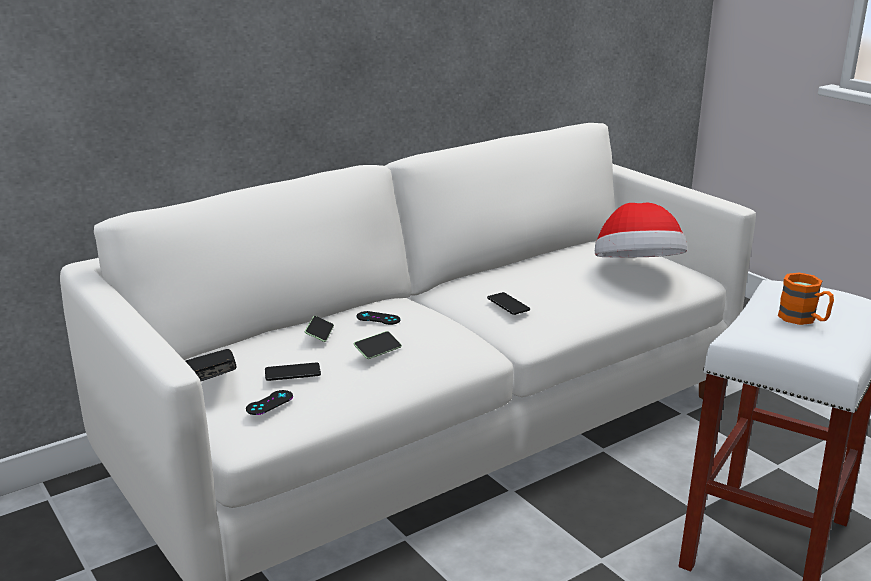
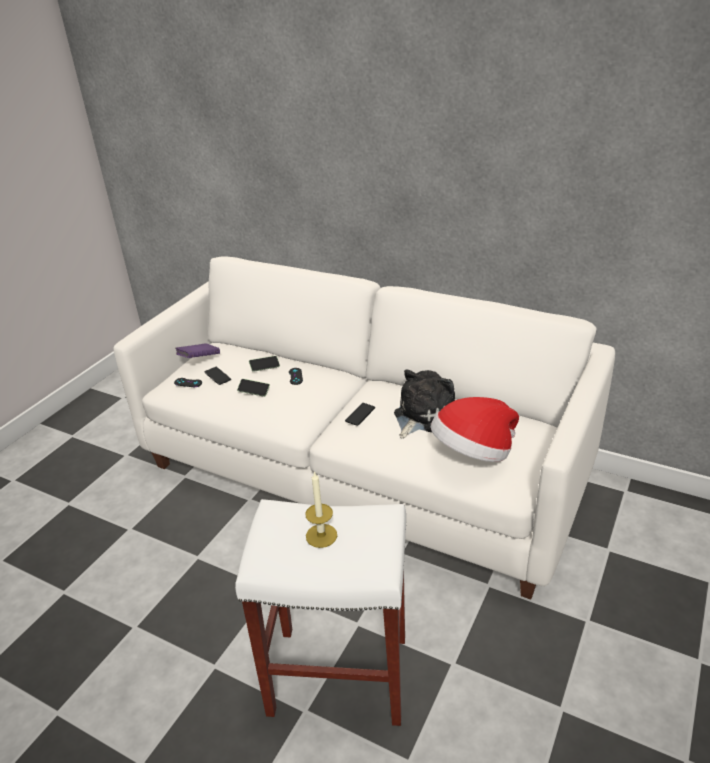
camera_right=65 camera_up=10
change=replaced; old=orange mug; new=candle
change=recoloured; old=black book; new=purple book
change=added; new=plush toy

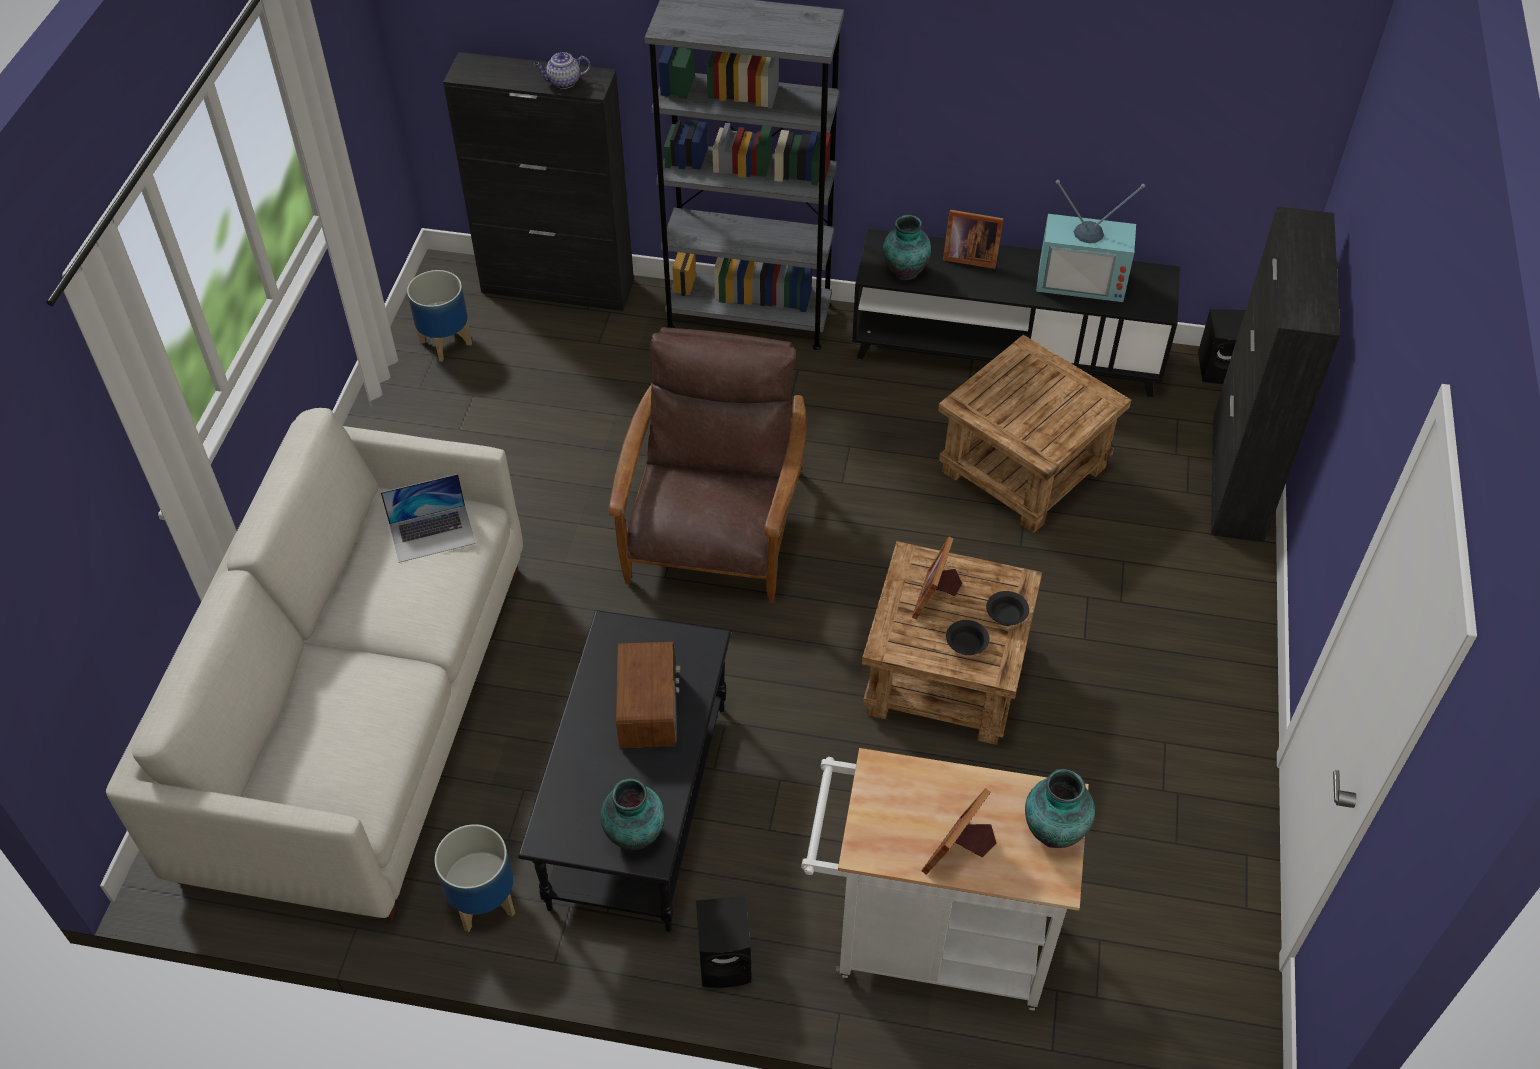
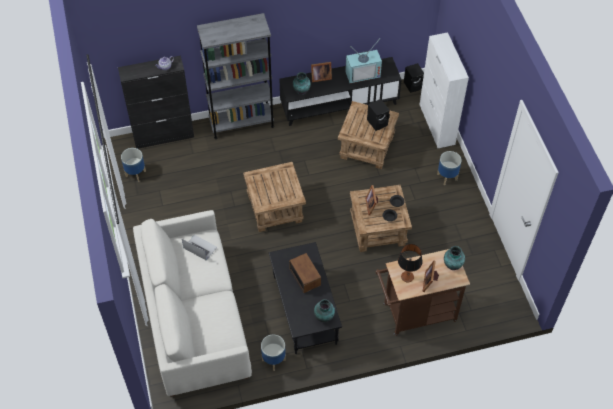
camera_right=-25 camera_up=5
change=recoloured; old=black cabinet (2nd from left); new=white cabinet
change=replaced; old=brown armchair; new=brown side table (1st from left)
change=turned; old=laptop; degrees=-105
change=recoloured; old=white cart; new=brown cart
change=moved; old=black speaker (1st from left)
change=added; new=planter (3rd from left)
change=added; new=table lamp

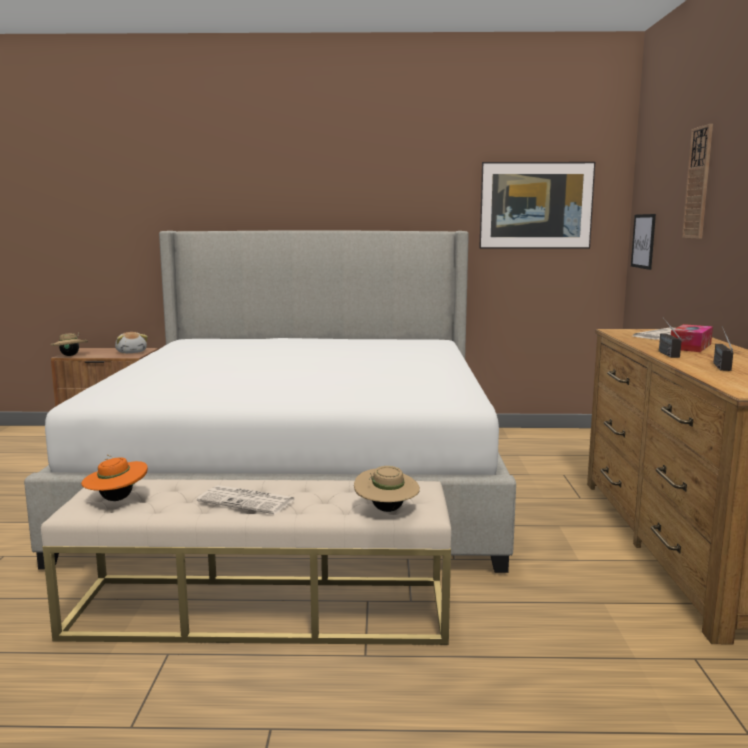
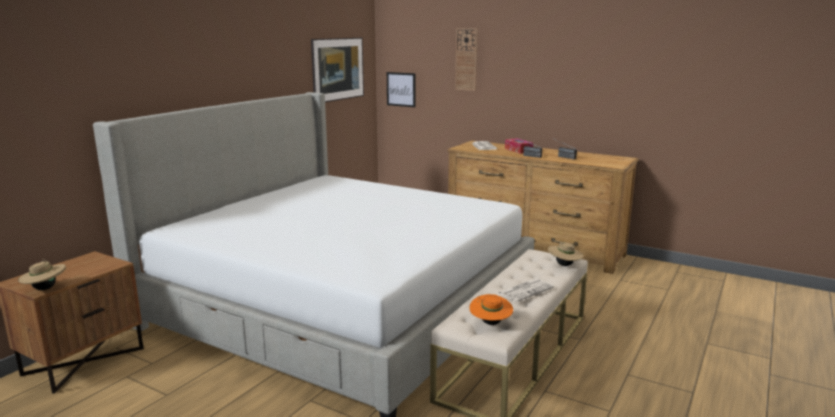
camera_right=-60 camera_up=5
change=removed; old=plush toy

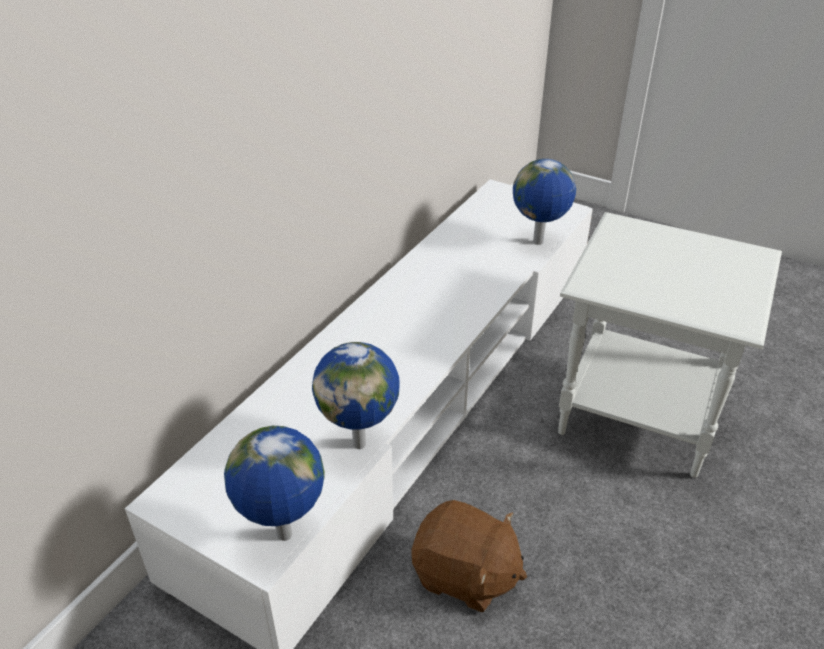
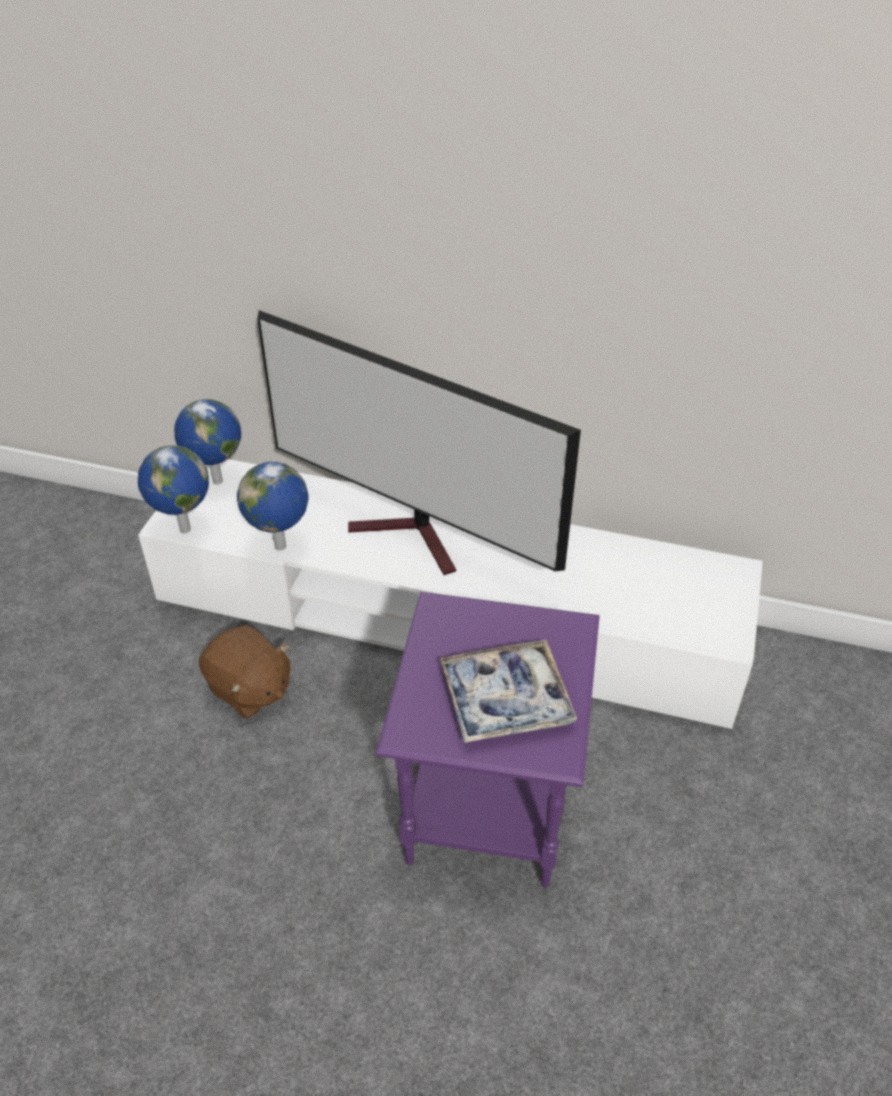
camera_right=75 camera_up=5
change=moved; old=globe (3rd from left in the first image); new=globe (2nd from left)
change=recoloured; old=white side table; new=purple side table
change=turned; old=brown plush toy; degrees=-60
change=added; new=television
change=added; new=tray

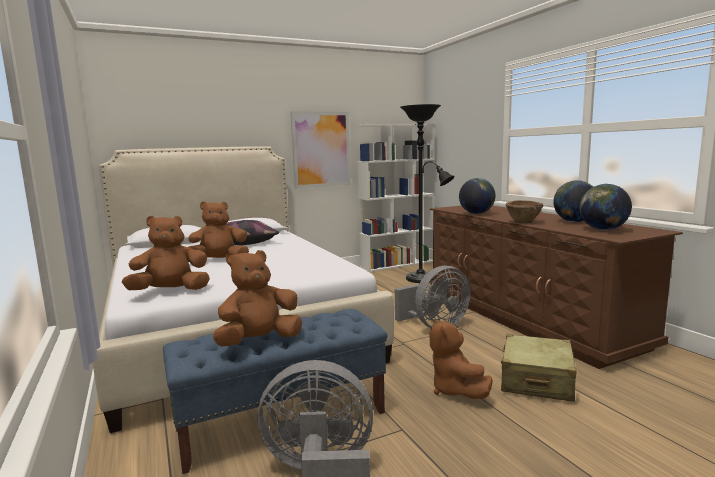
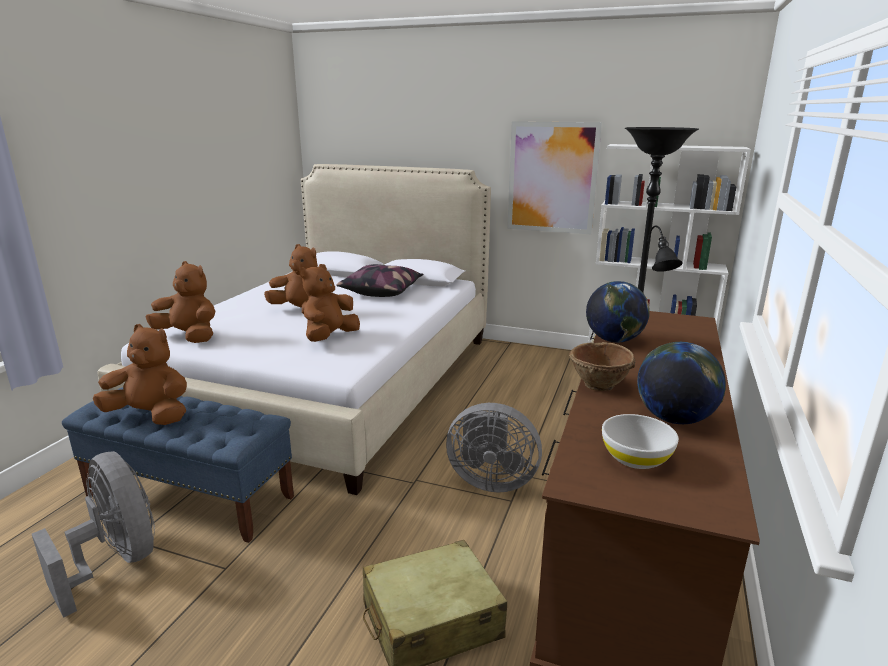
camera_right=45 camera_up=10
change=replaced; old=globe (3rd from left); new=white bowl
change=moved; old=brown plush toy (4th from left)

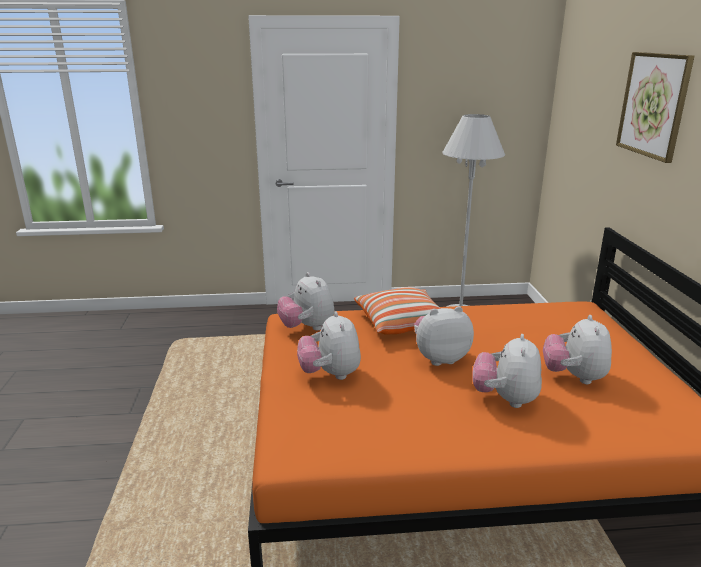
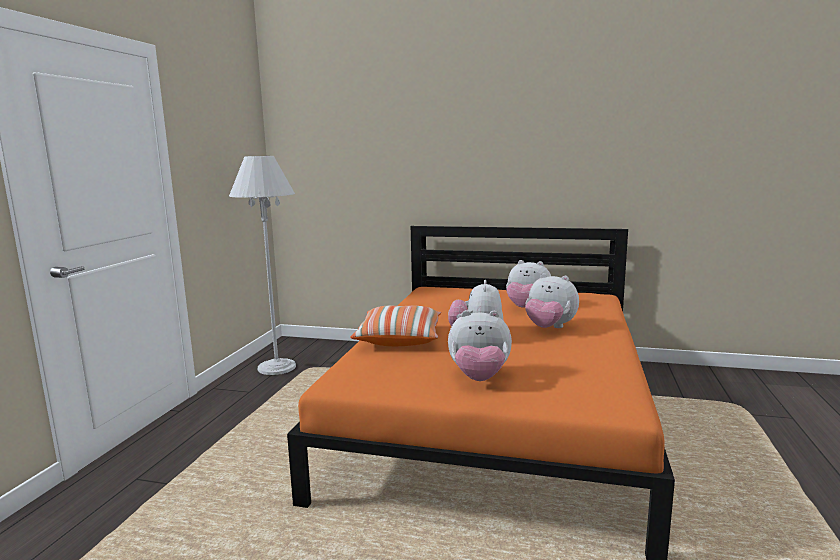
camera_right=-70 camera_up=-10
change=removed; old=picture
change=removed; old=plush toy (1st from left)

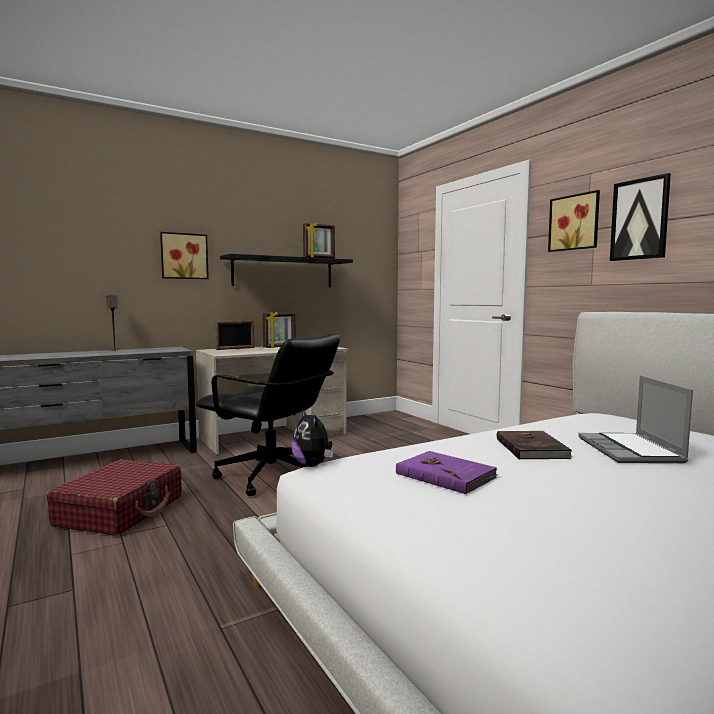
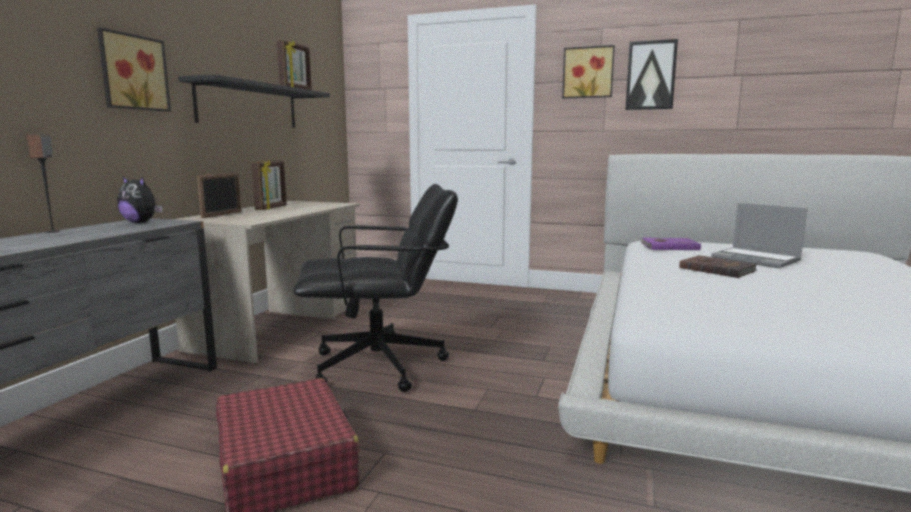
camera_right=-40 camera_up=5
change=moved; old=plush toy
change=moved; old=purple book

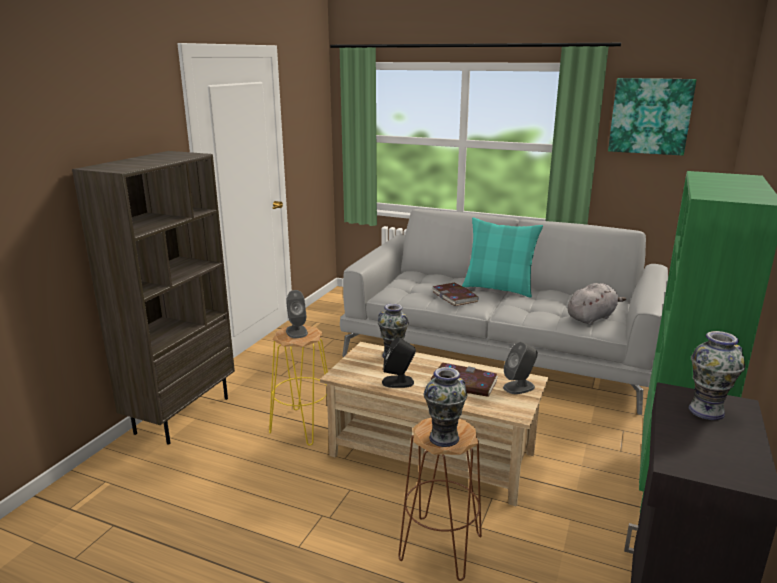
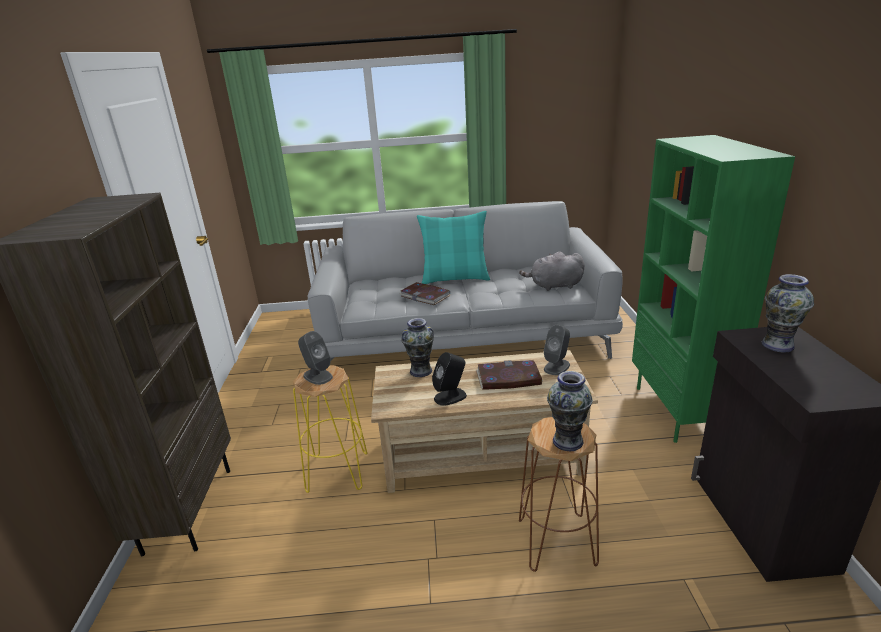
camera_right=-25 camera_up=5
change=removed; old=picture
change=turned; old=grey plush toy; degrees=-120

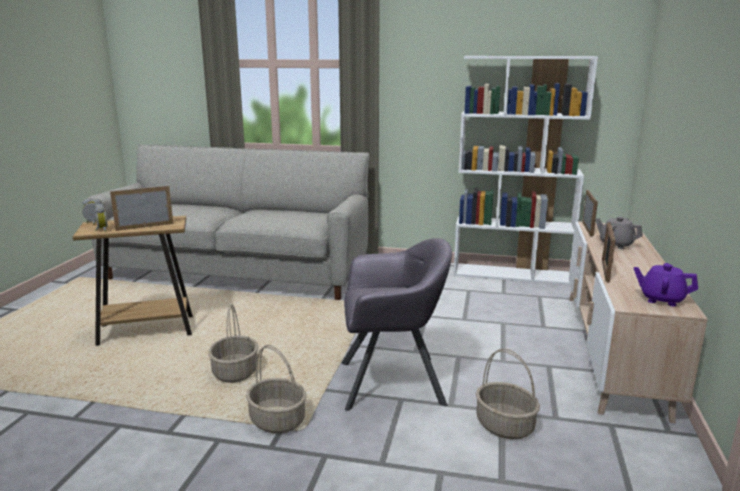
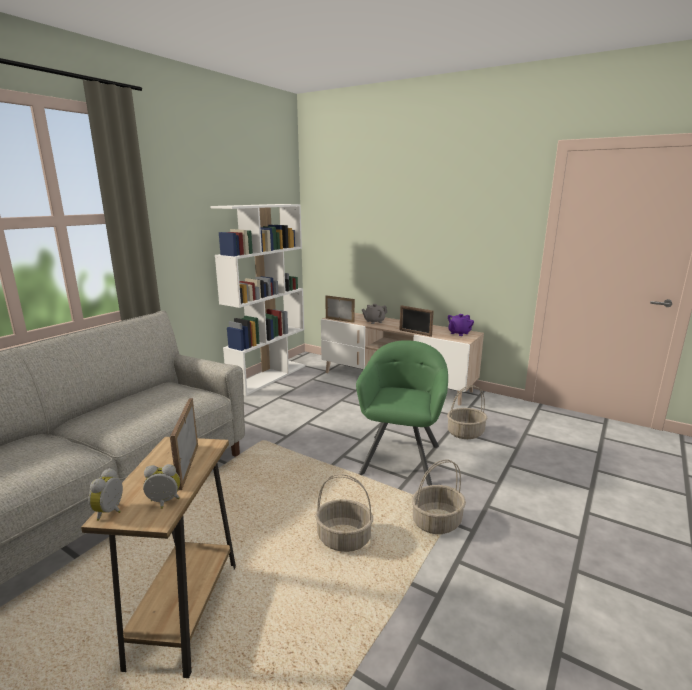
camera_right=-70 camera_up=0
change=recoloured; old=grey armchair; new=green armchair

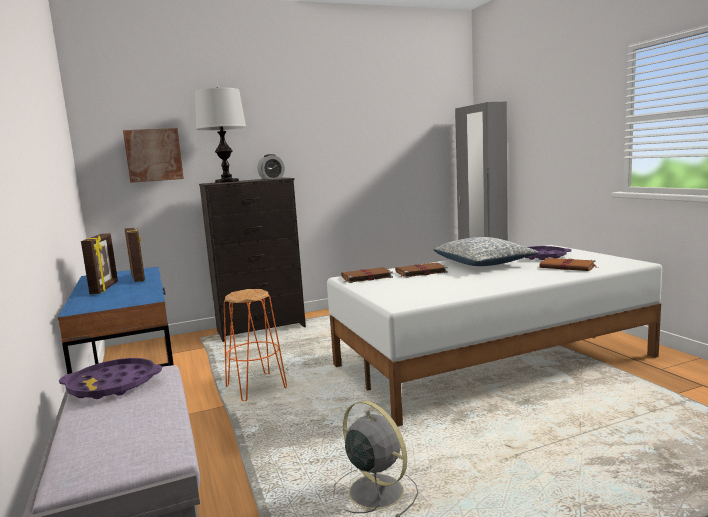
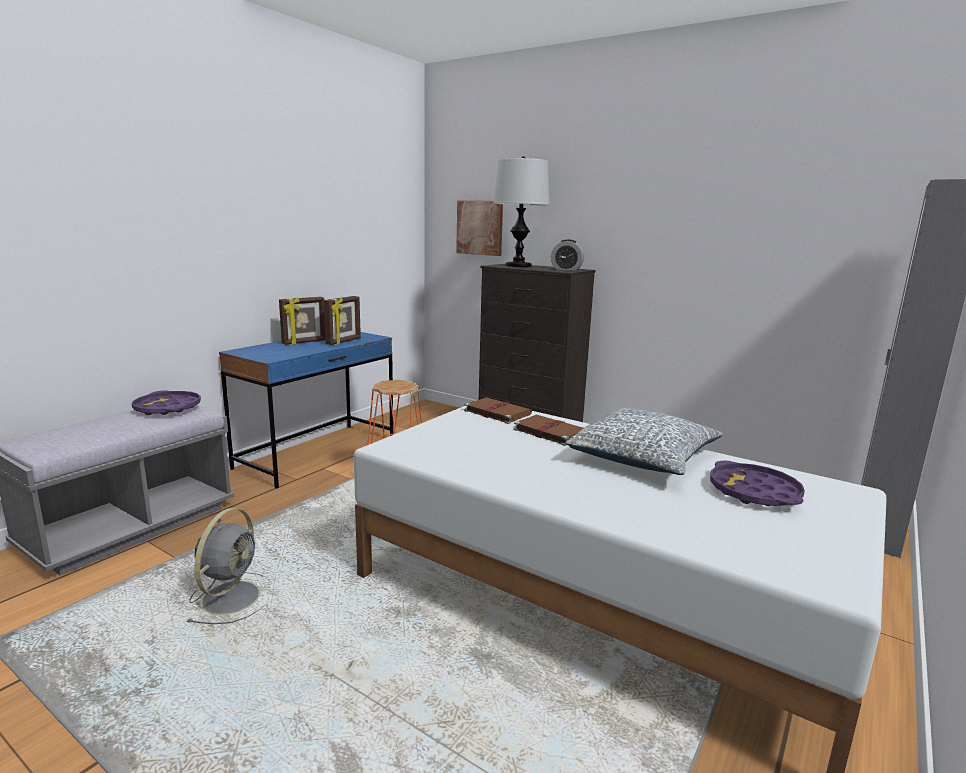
camera_right=55 camera_up=5
change=removed; old=brown book (3rd from left)

